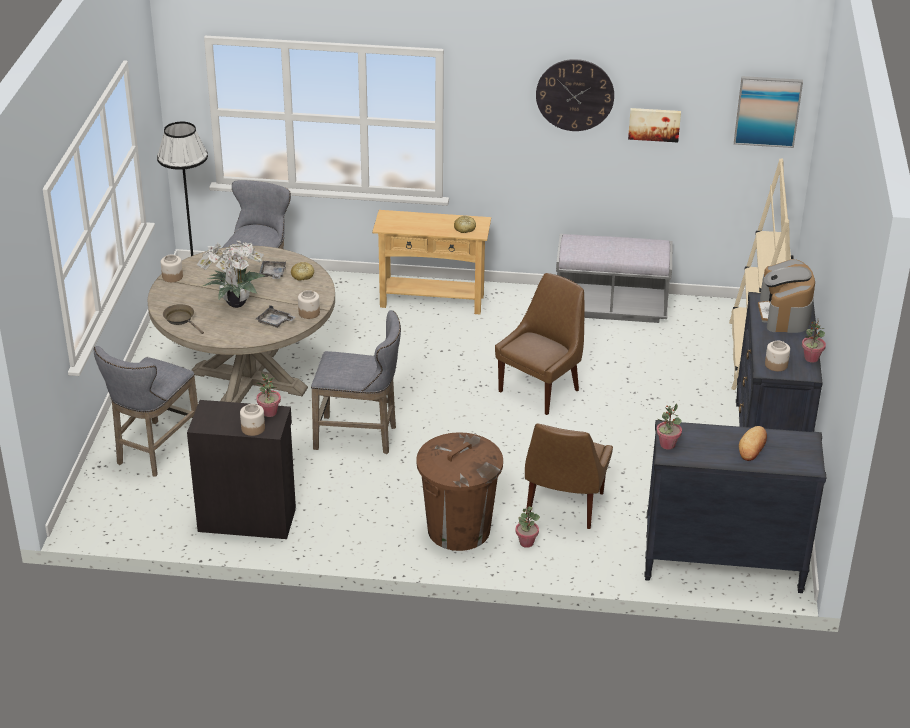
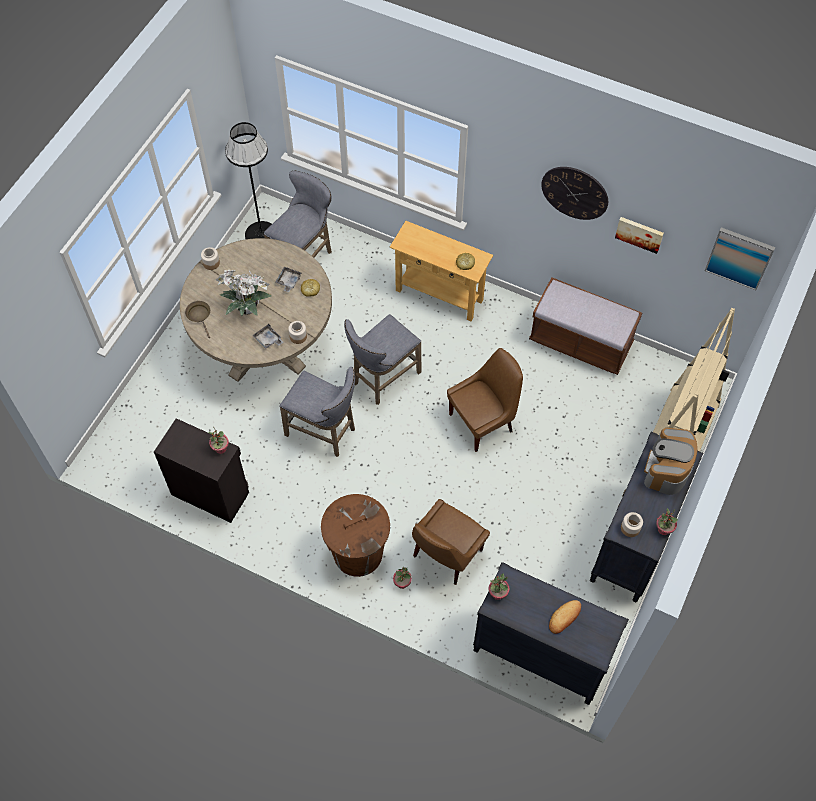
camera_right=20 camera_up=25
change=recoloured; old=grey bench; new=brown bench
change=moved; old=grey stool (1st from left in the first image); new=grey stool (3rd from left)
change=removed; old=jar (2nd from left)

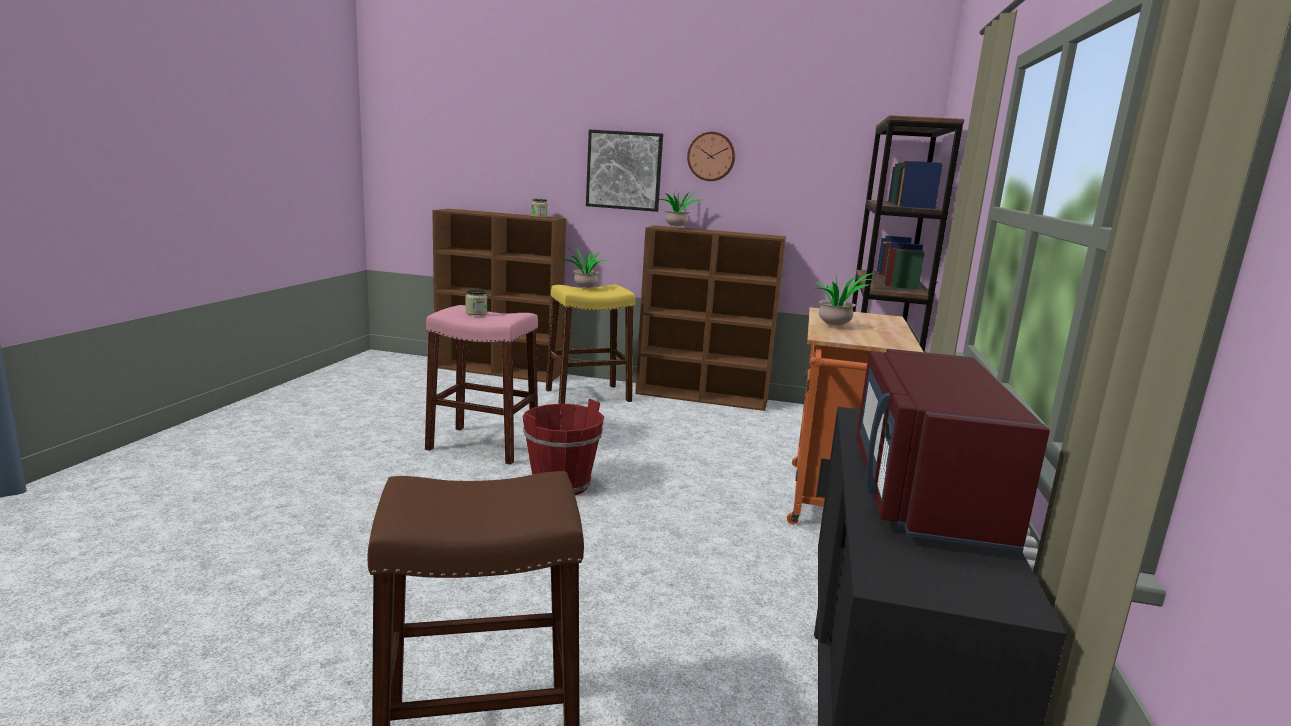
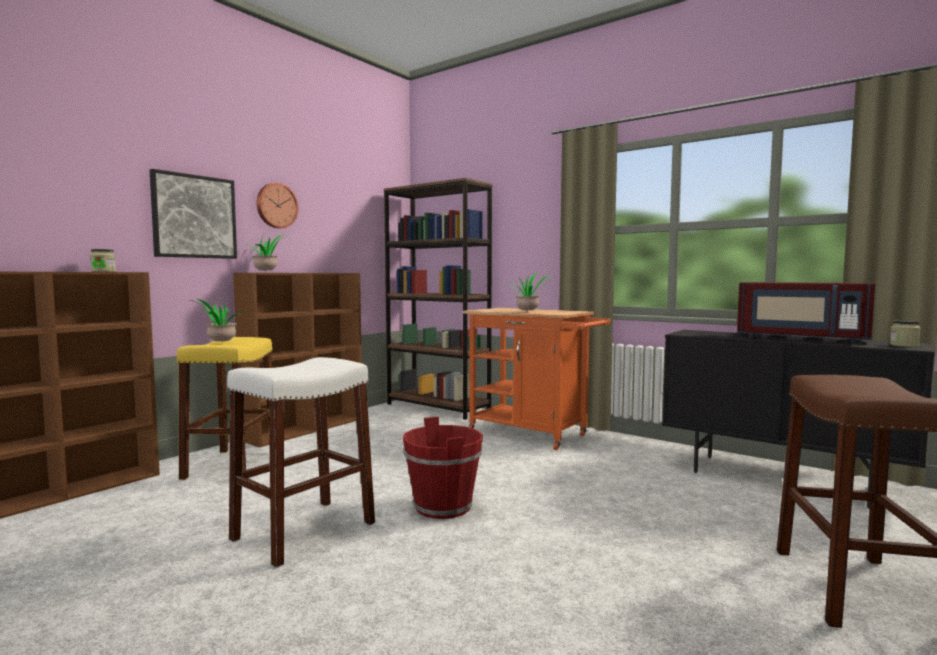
camera_right=-65 camera_up=-10
change=moved; old=jar (1st from left in the first image); new=jar (2nd from left)
change=recoloured; old=pink stool; new=white stool

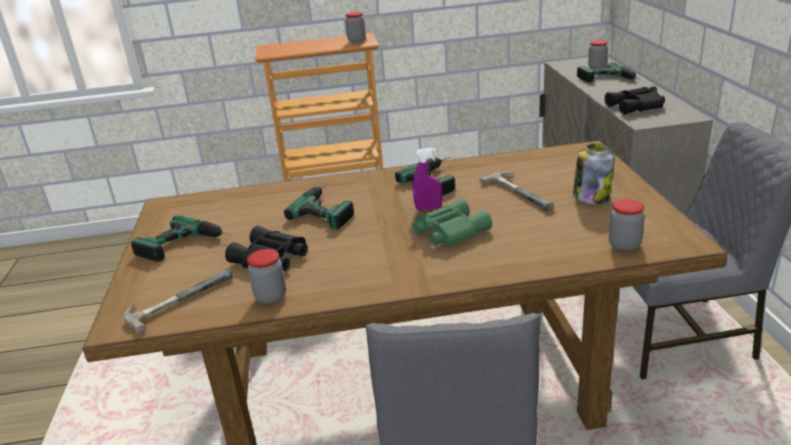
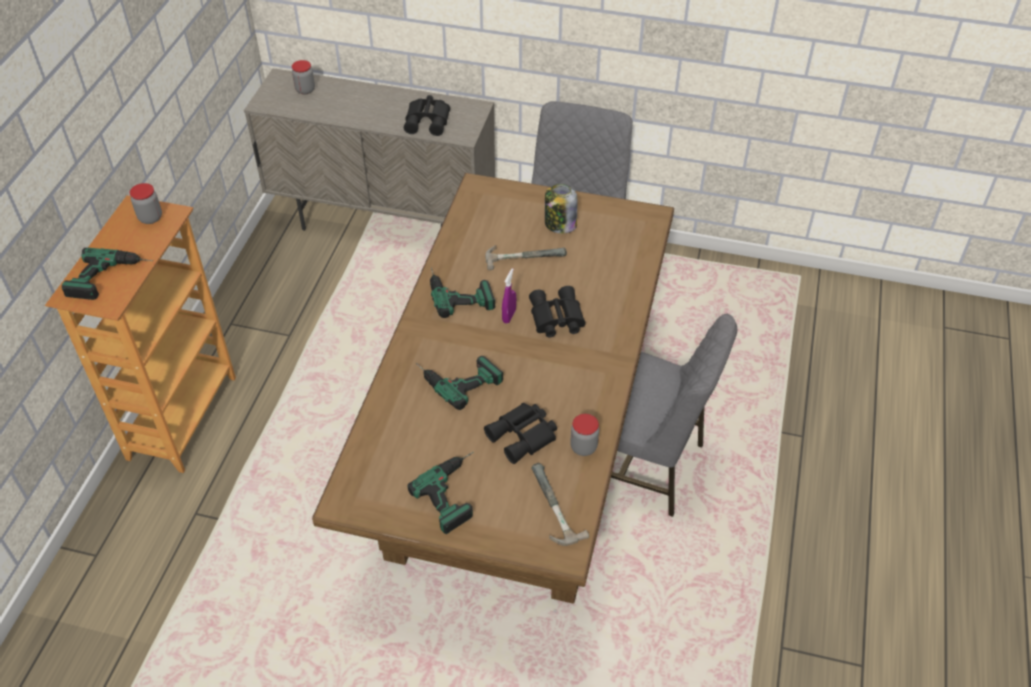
camera_right=-70 camera_up=20
change=moved; old=power drill (4th from left in the first image); new=power drill (1st from left)
change=recoloured; old=green binoculars; new=black binoculars (3rd from left)
change=removed; old=jar (5th from left)

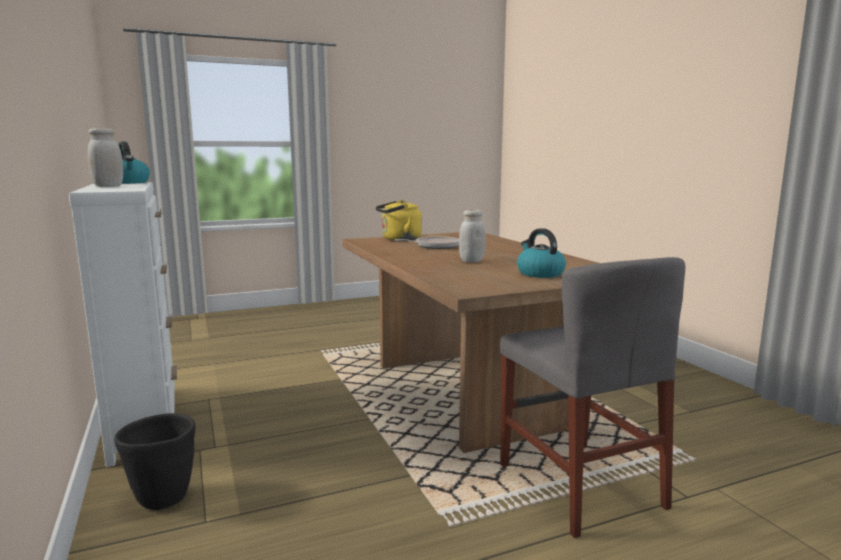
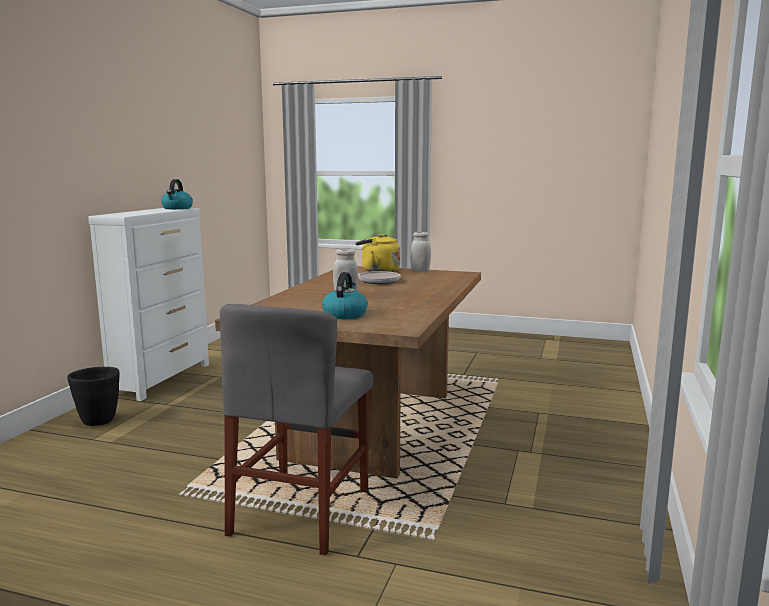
camera_right=40 camera_up=0
change=moved; old=white jar (1st from left in the first image); new=white jar (2nd from left)

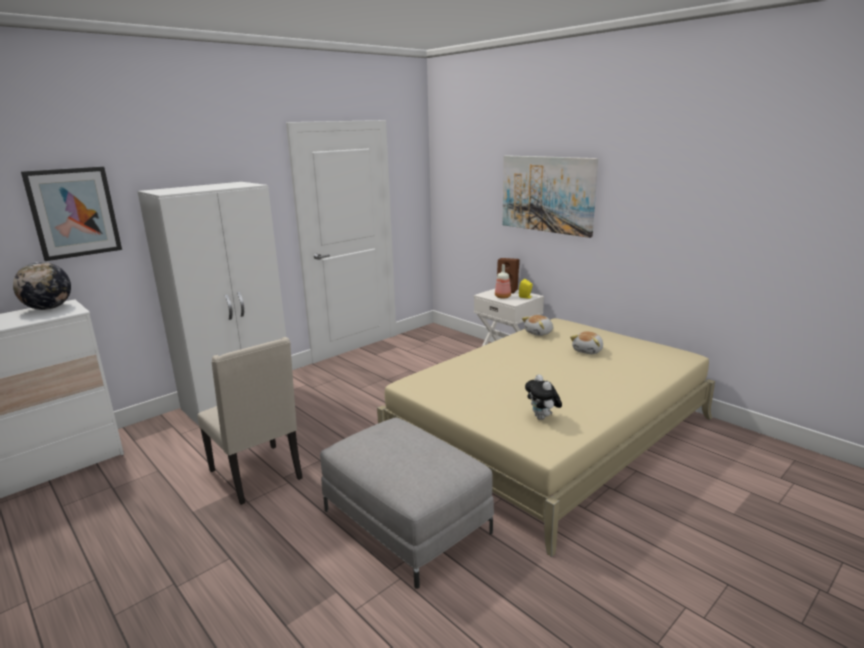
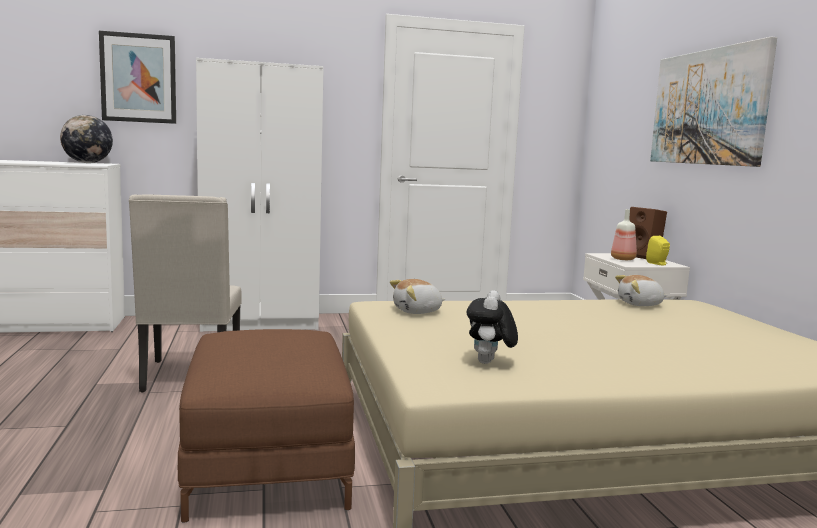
camera_right=30 camera_up=-10
change=moved; old=plush toy (3rd from left in the first image); new=plush toy (1st from left)
change=recoloured; old=grey ottoman; new=brown ottoman

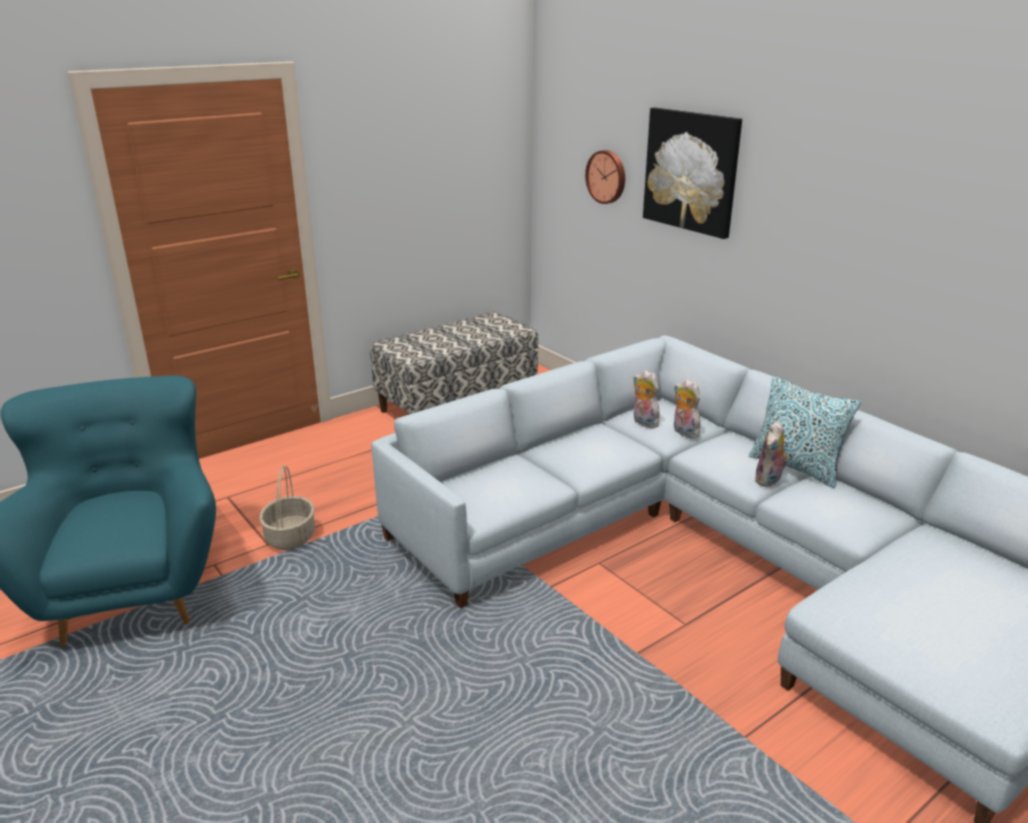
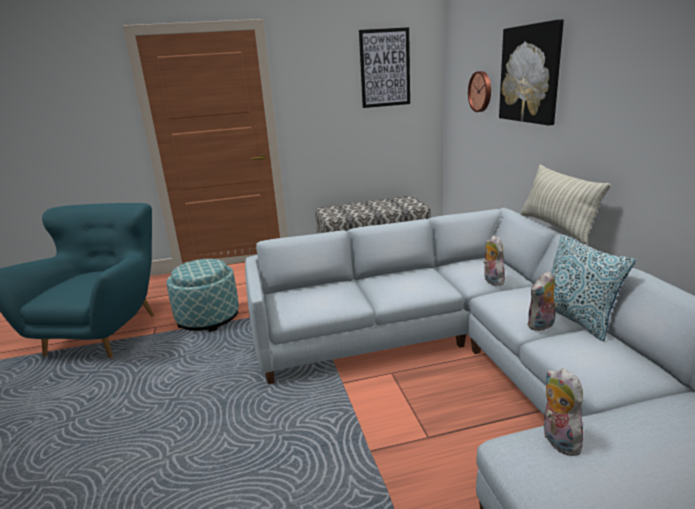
camera_right=25 camera_up=-5
change=moved; old=plush toy (1st from left in the first image); new=plush toy (3rd from left)
change=replaced; old=basket; new=ottoman
change=added; new=picture (1st from left)
change=added; new=pillow (1st from left)

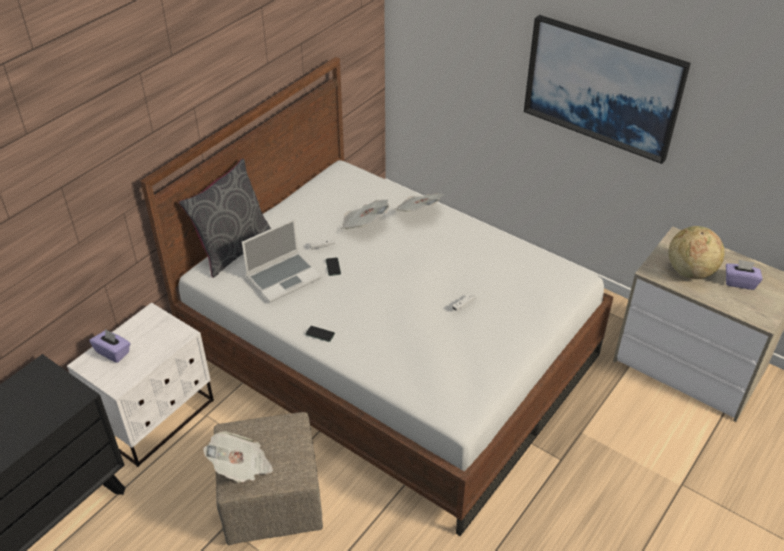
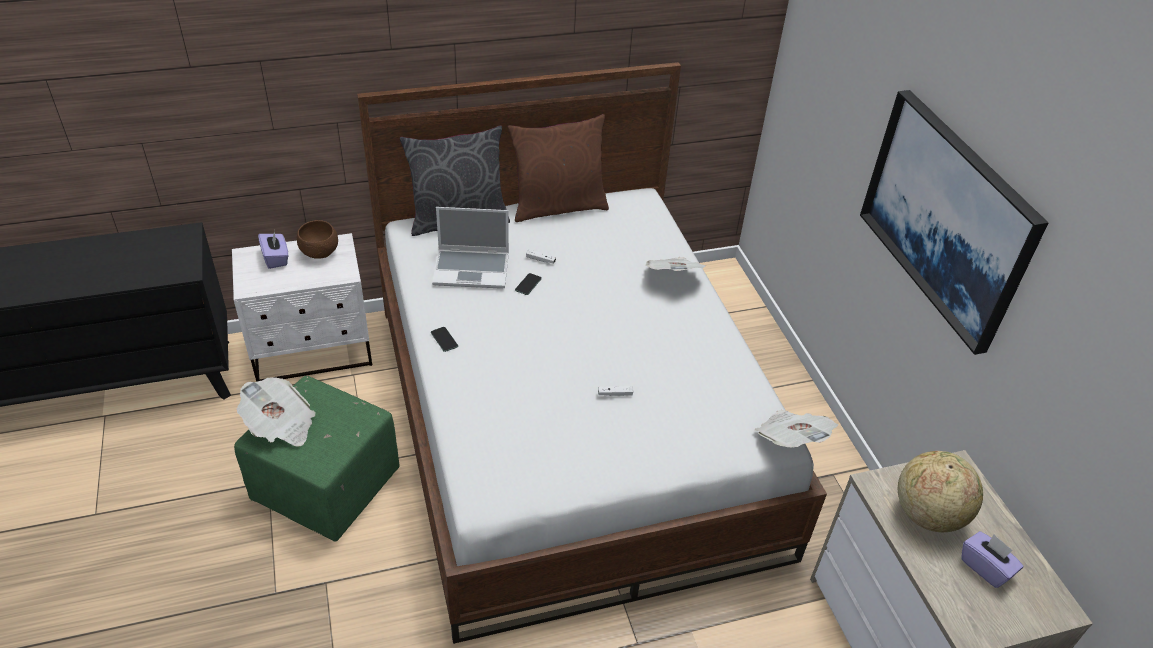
camera_right=35 camera_up=0
change=moved; old=newspaper (2nd from left in the first image); new=newspaper (3rd from left)
change=recoloured; old=beige ottoman; new=green ottoman
change=added; new=brown pillow
change=added; new=brown bowl

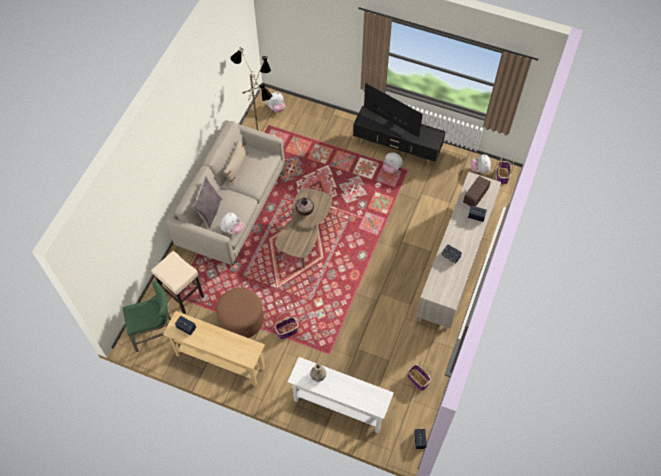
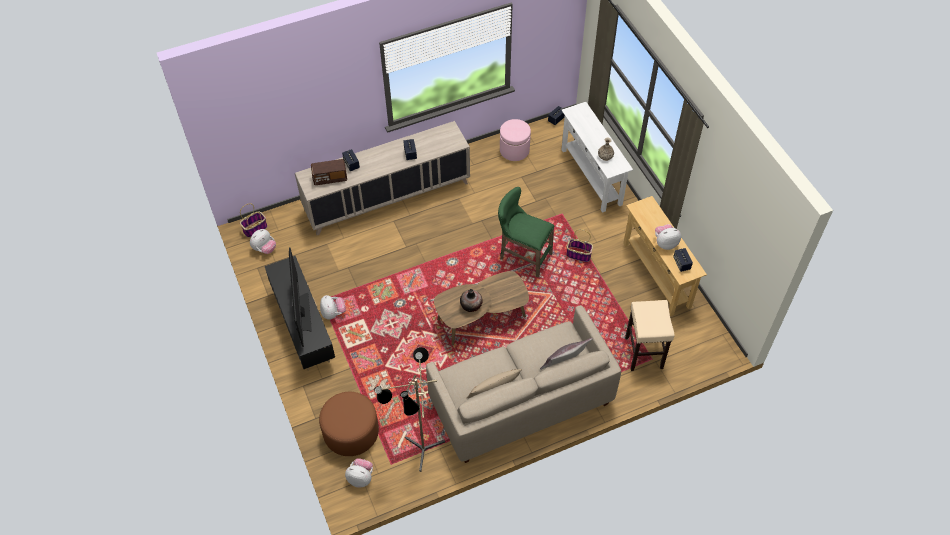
camera_right=-135 camera_up=-5
change=moved; old=plush toy (1st from left in the first image); new=plush toy (4th from left)
change=moved; old=green stool
change=moved; old=brown ottoman
change=replaced; old=basket (2nd from left); new=pink ottoman

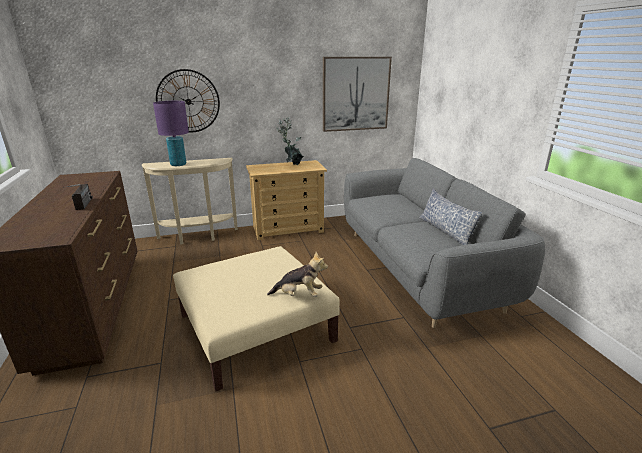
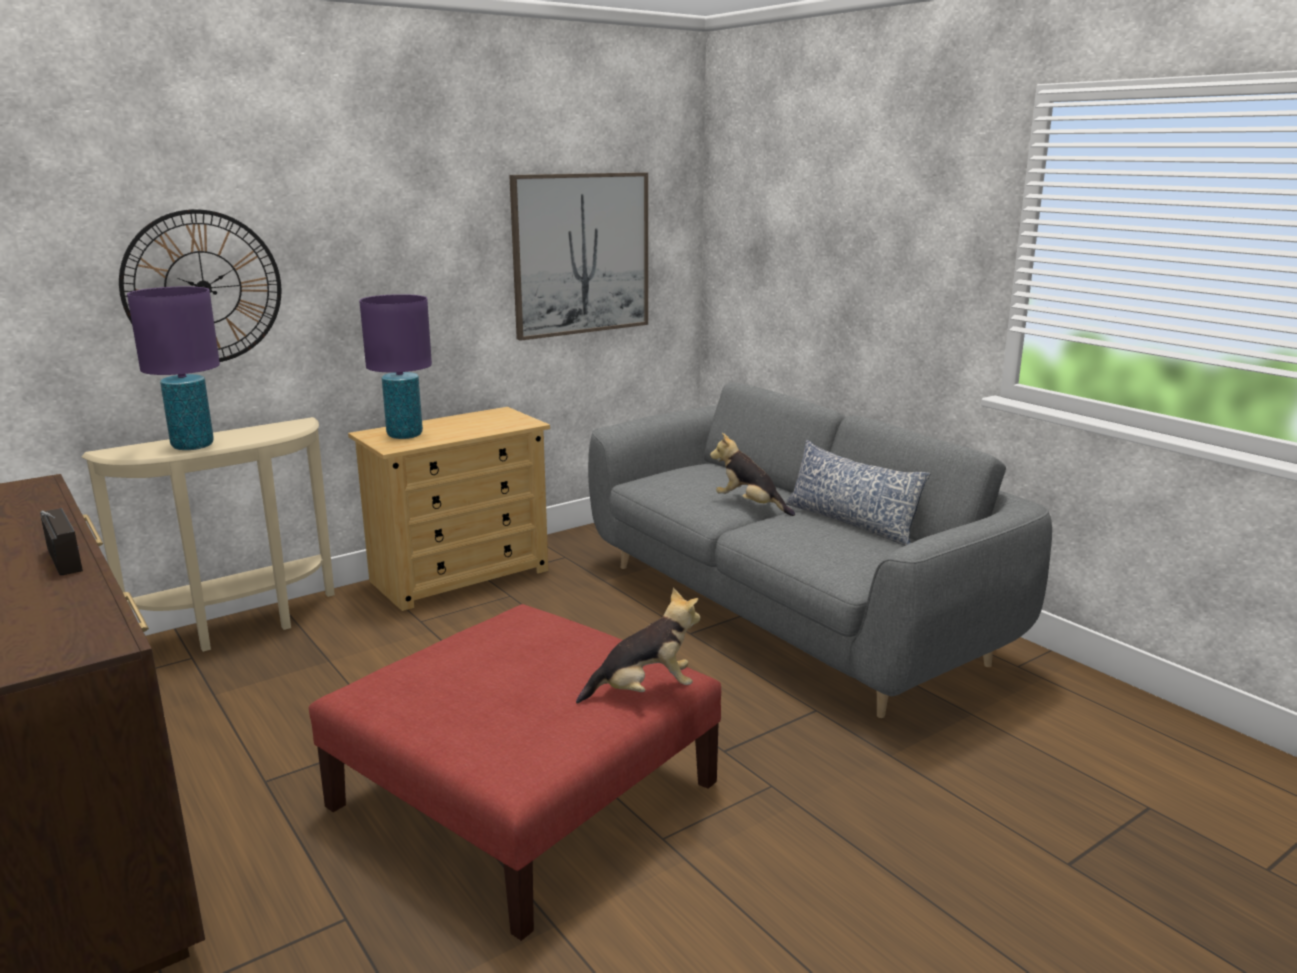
camera_right=-20 camera_up=-5
change=removed; old=potted plant
change=recoloured; old=beige ottoman; new=red ottoman
change=added; new=purple table lamp (2nd from left)
change=added; new=plush toy (2nd from left)

